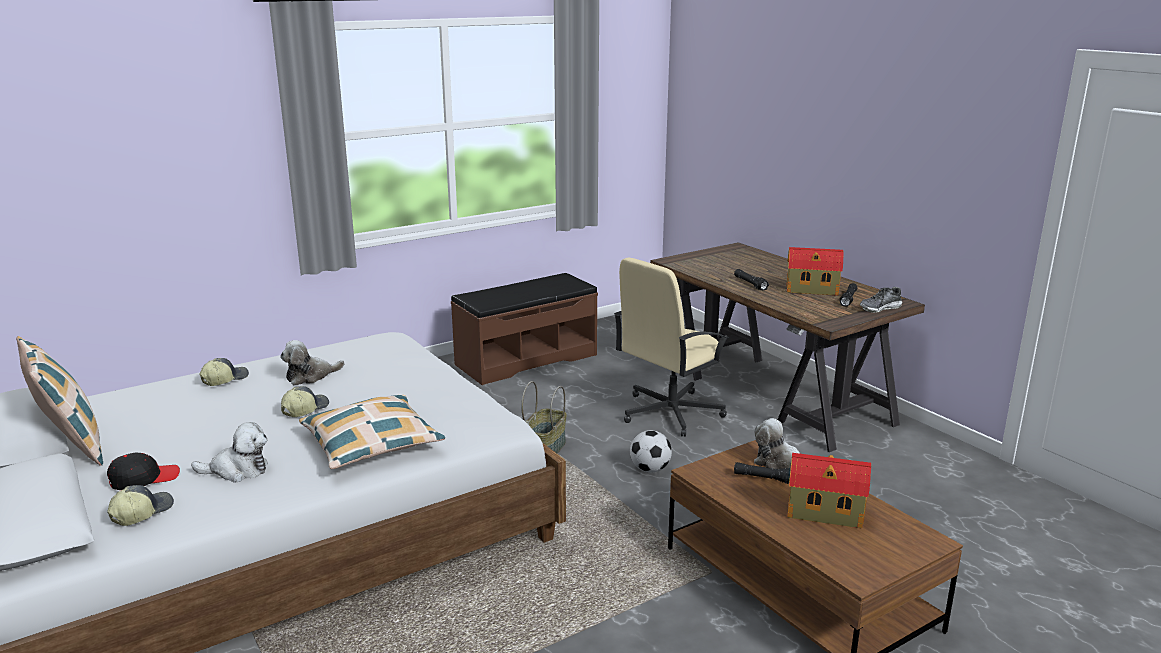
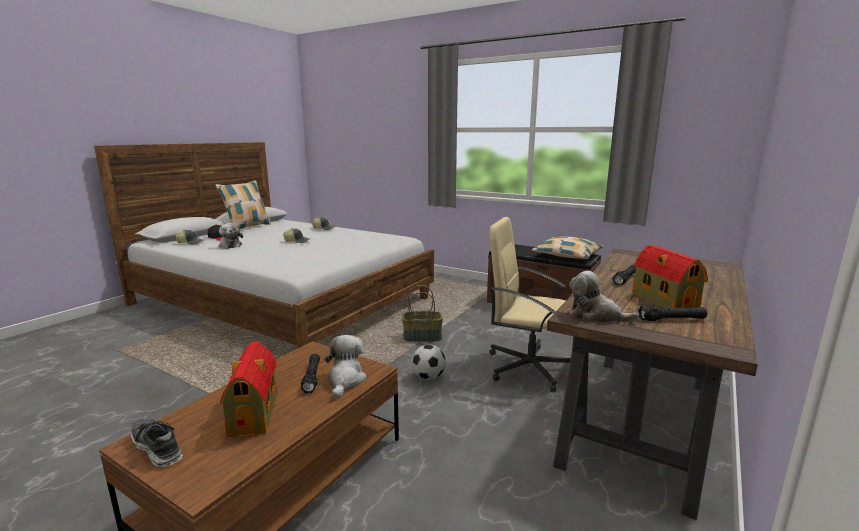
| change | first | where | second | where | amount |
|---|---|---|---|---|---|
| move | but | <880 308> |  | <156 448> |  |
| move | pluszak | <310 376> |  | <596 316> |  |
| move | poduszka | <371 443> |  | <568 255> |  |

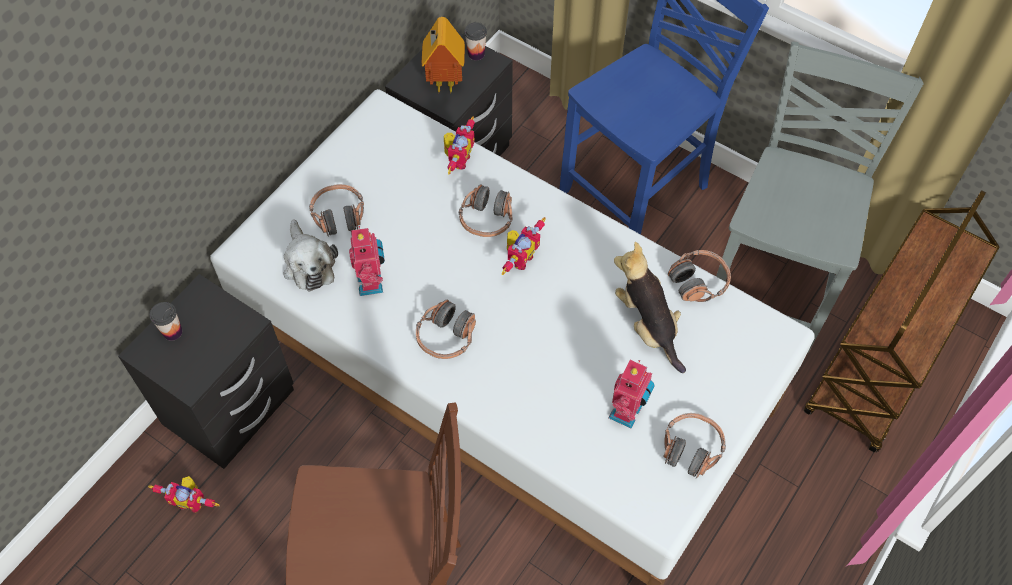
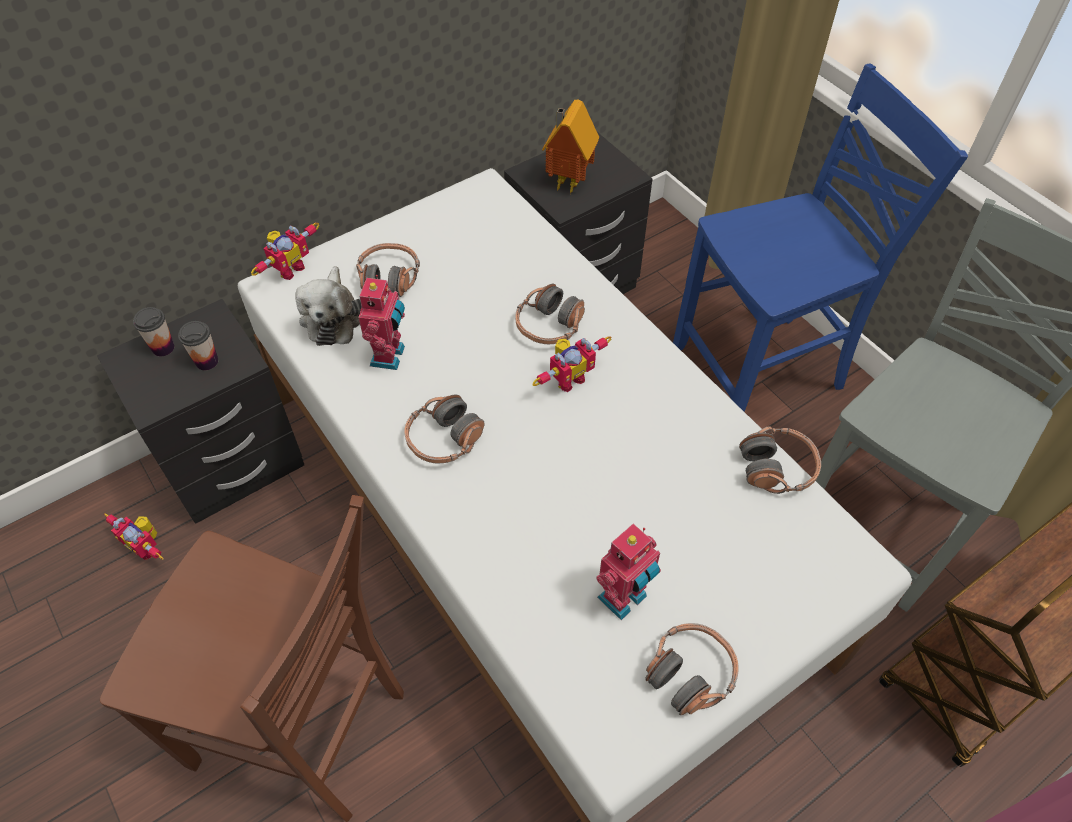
| change | first | where | second | where | amount |
|---|---|---|---|---|---|
| move | filiżanka | <476 54> |  | <207 361> |  |
| move | robot zabawkowy | <458 159> |  | <289 268> |  |
| delete | pluszak | <647 325> |  |  |  |

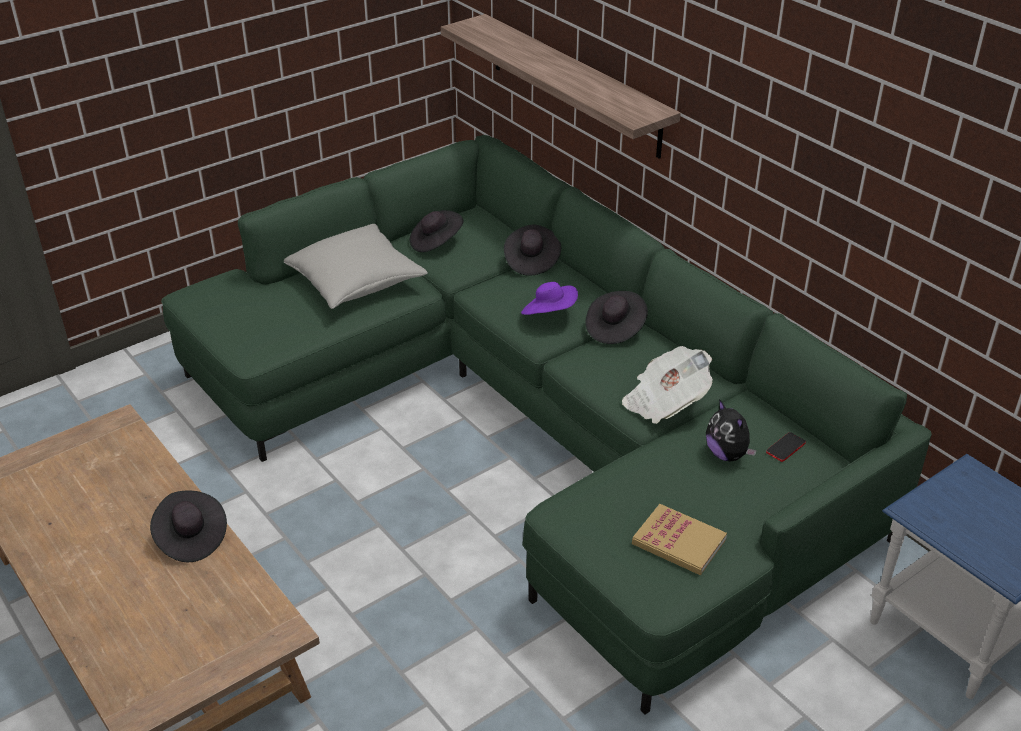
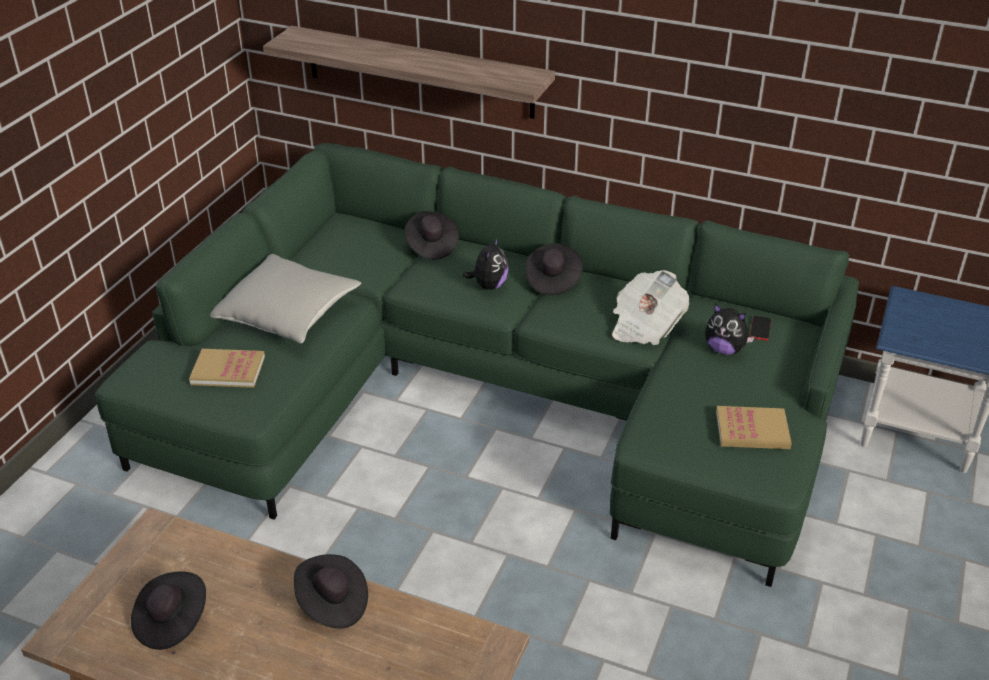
| change | first | where | second | where | amount |
|---|---|---|---|---|---|
| move | kapelusz (czarny) | <435 242> |  | <171 622> |  |
| replace | kapelusz (fioletowy) | <549 314> | pluszak | <489 285> |  |
| insert |  |  | książka | <228 370> |  |

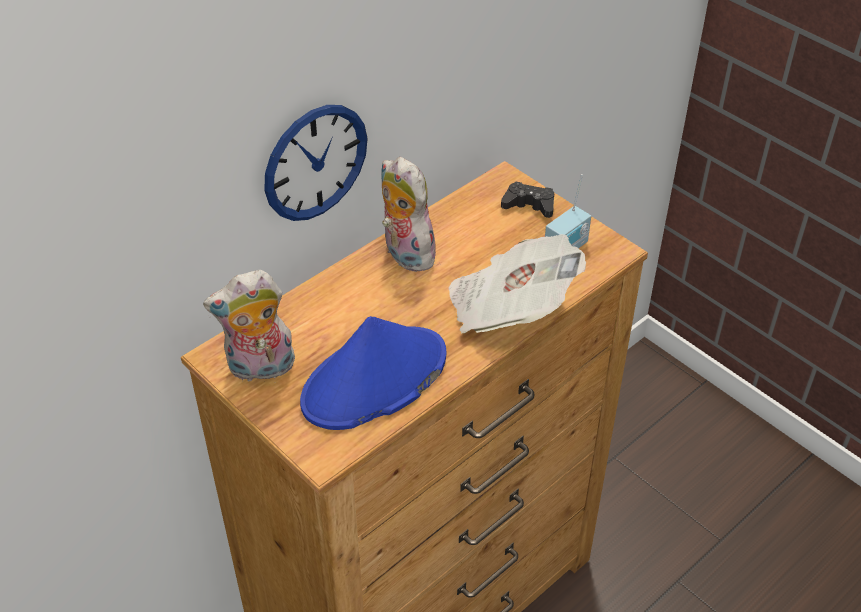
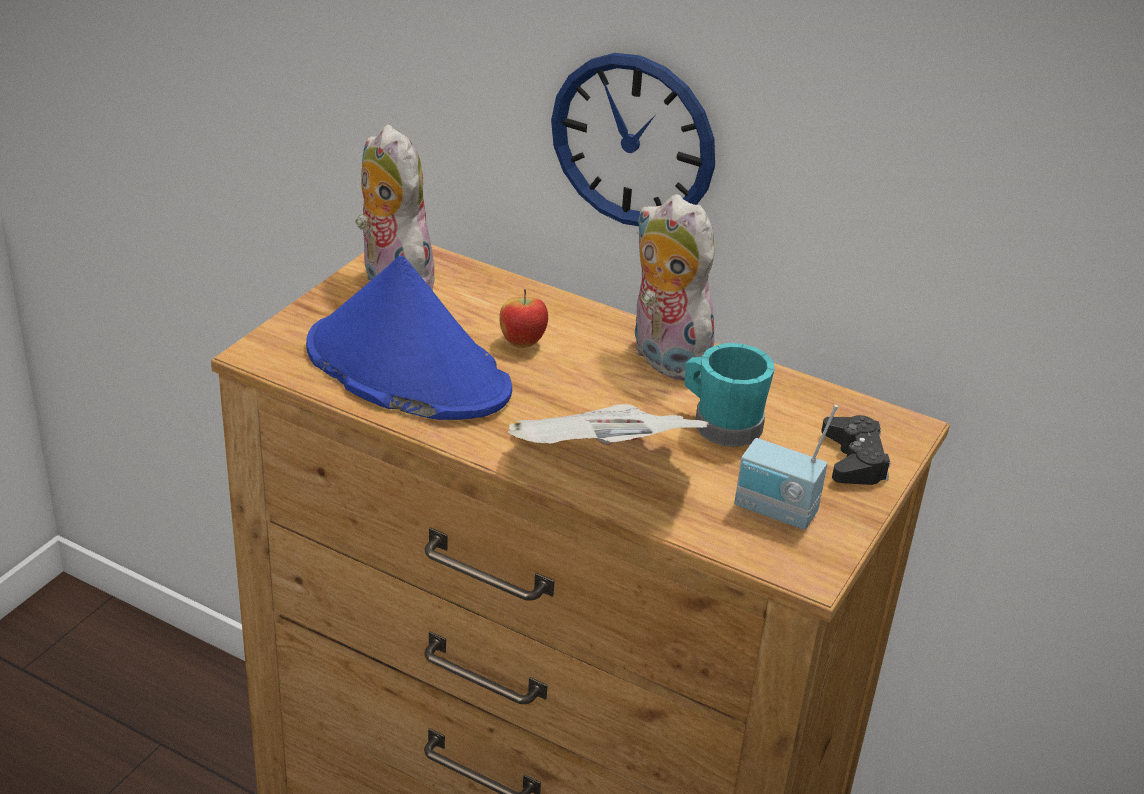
| change | first | where | second | where | amount |
|---|---|---|---|---|---|
| rotate | pluszak | <405 254> |  | <663 358> | 75 degrees counterclockwise |
| insert |  |  | jabłko | <522 343> |  |
| insert |  |  | kubek (turkusowy) | <721 424> |  |

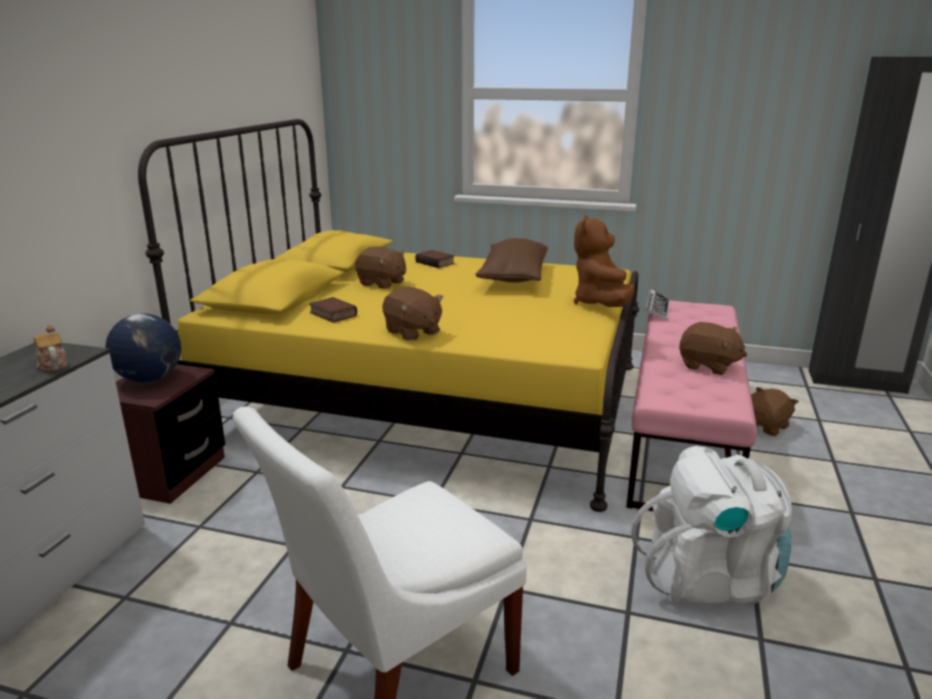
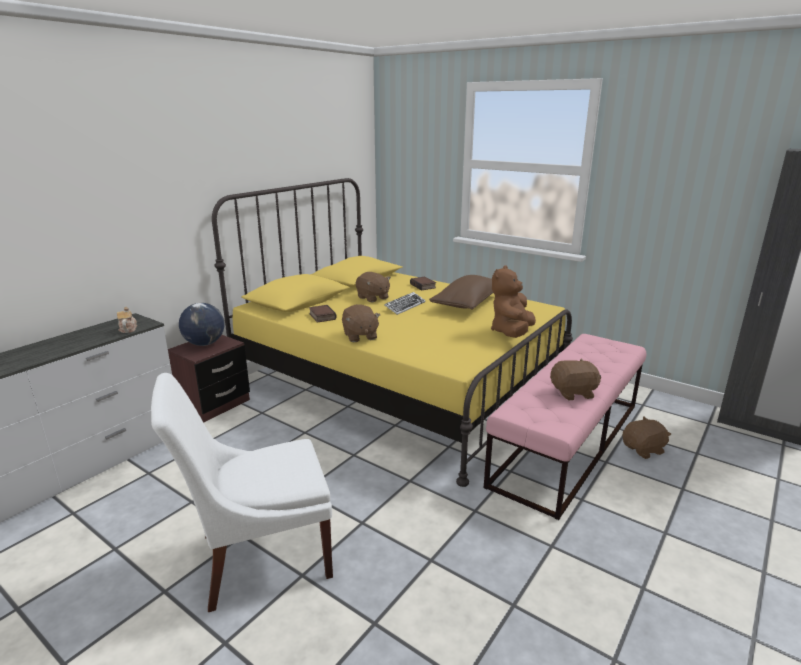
| change | first | where | second | where | amount |
|---|---|---|---|---|---|
| move | klawiatura | <657 308> |  | <405 306> |  |
| rotate | pluszak (brązowy) | <708 366> |  | <573 393> | 60 degrees counterclockwise |
| delete | plecak (biały) | <710 579> |  |  |  |

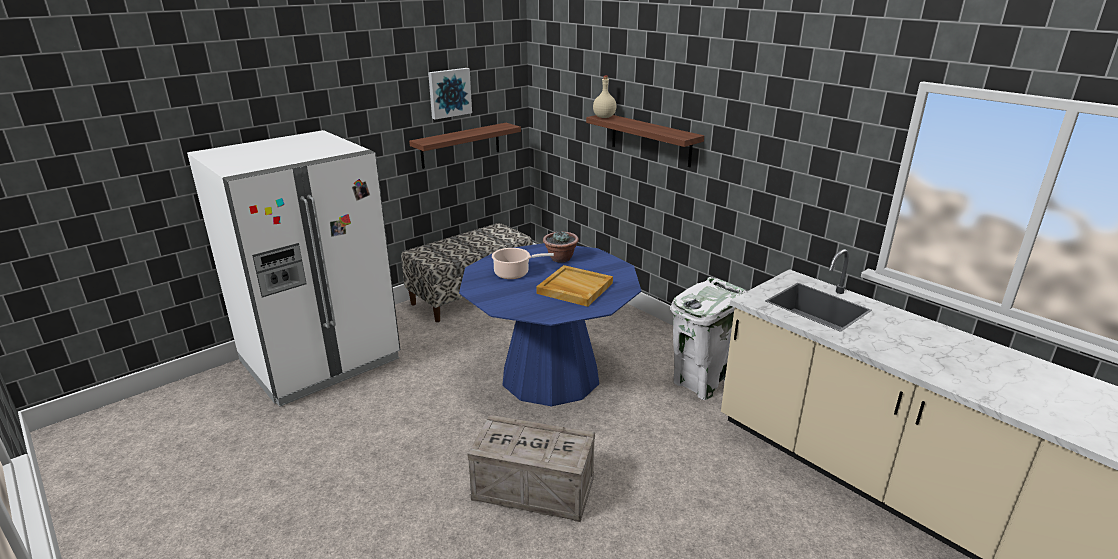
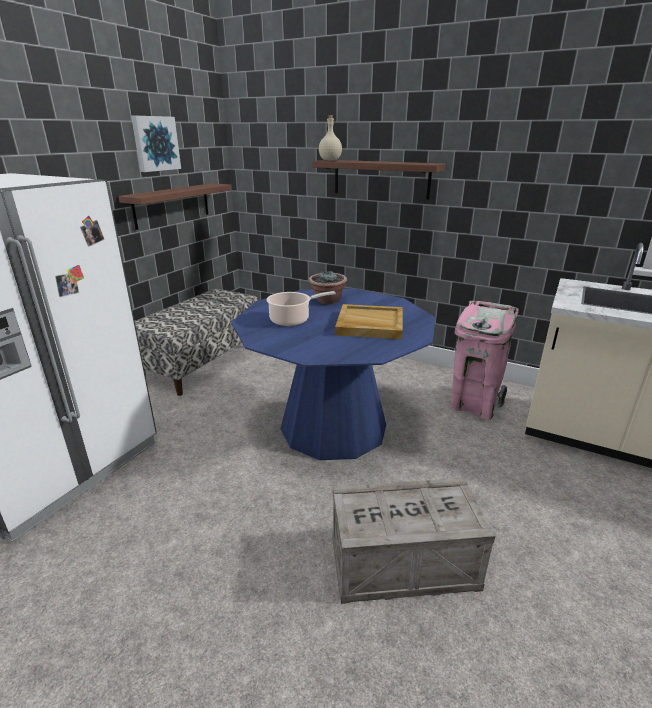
| change | first | where | second | where | amount |
|---|---|---|---|---|---|
| recolor | kosz na śmieci (biały) | <700 383> | kosz na śmieci (różowy) | <474 405> |  |

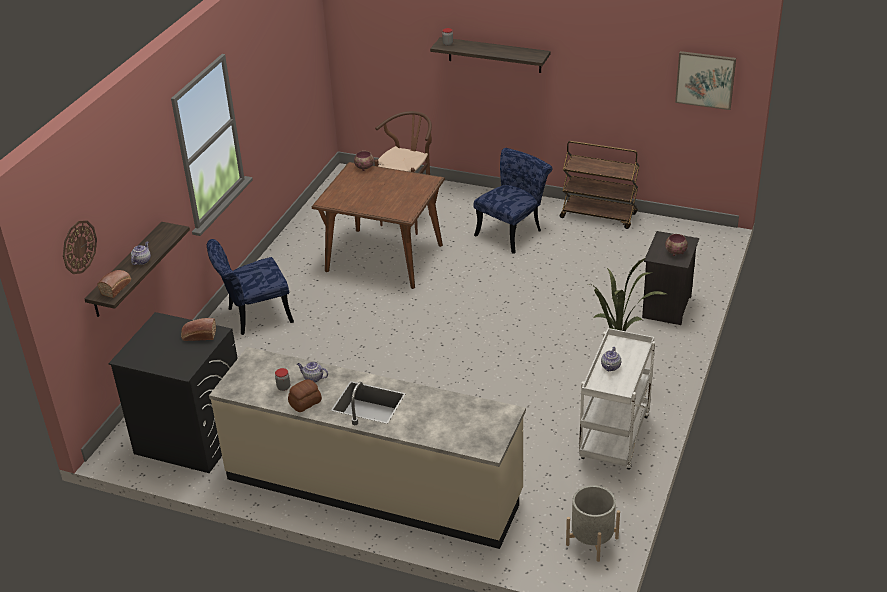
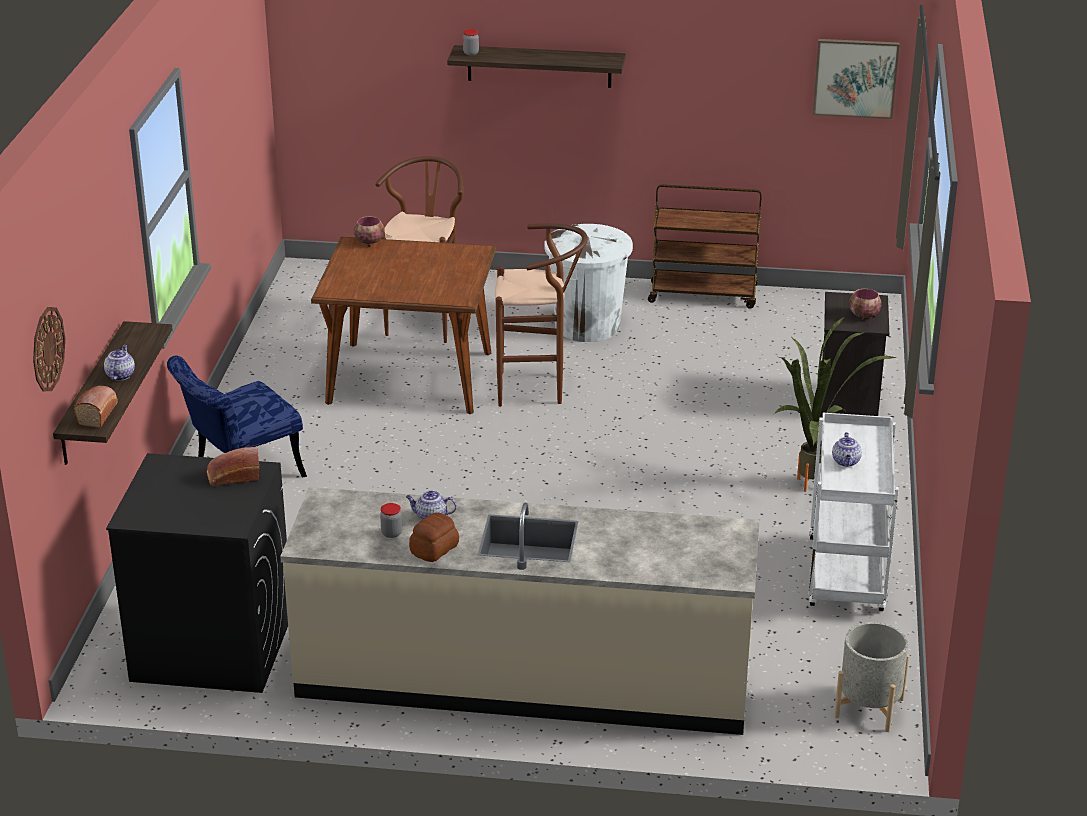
| change | first | where | second | where | amount |
|---|---|---|---|---|---|
| replace | krzesło (niebieski) | <513 231> | kosz na śmieci (biały) | <587 326> |  |
| insert |  |  | stołek (brązowy) | <538 389> |  |

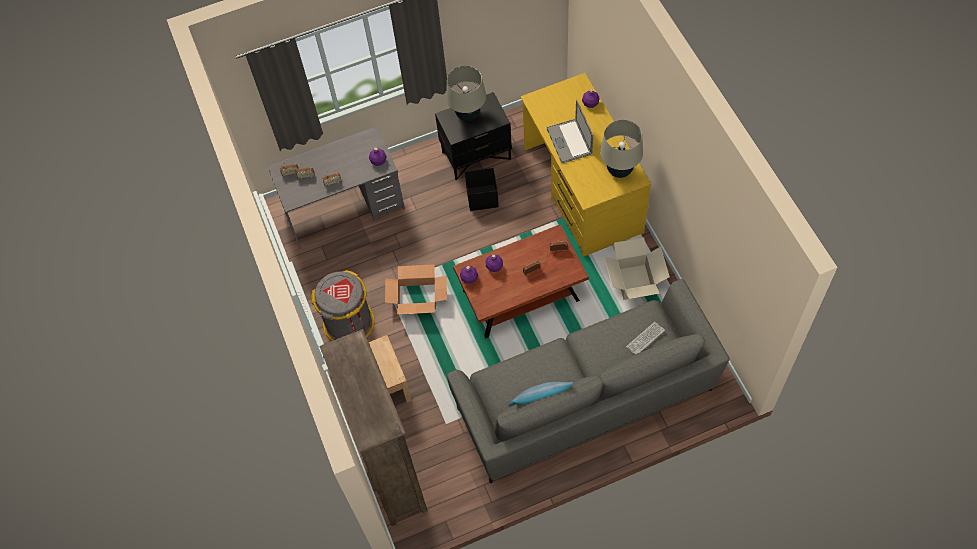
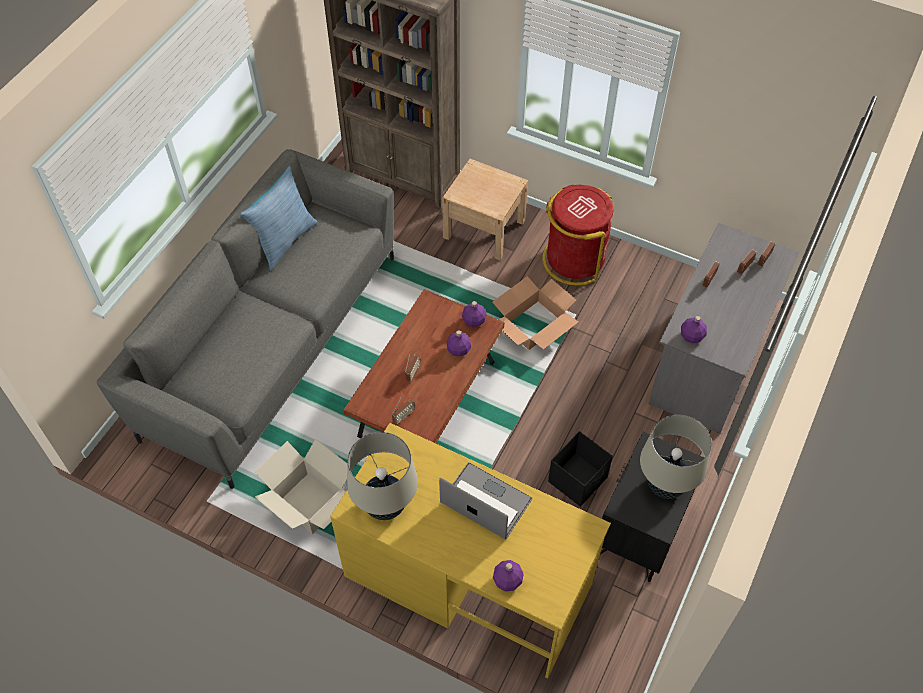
| change | first | where | second | where | amount |
|---|---|---|---|---|---|
| recolor | kosz na śmieci (szary) | <349 322> | kosz na śmieci (czerwony) | <574 260> |  |
| delete | klawiatura | <645 339> |  |  |  |

